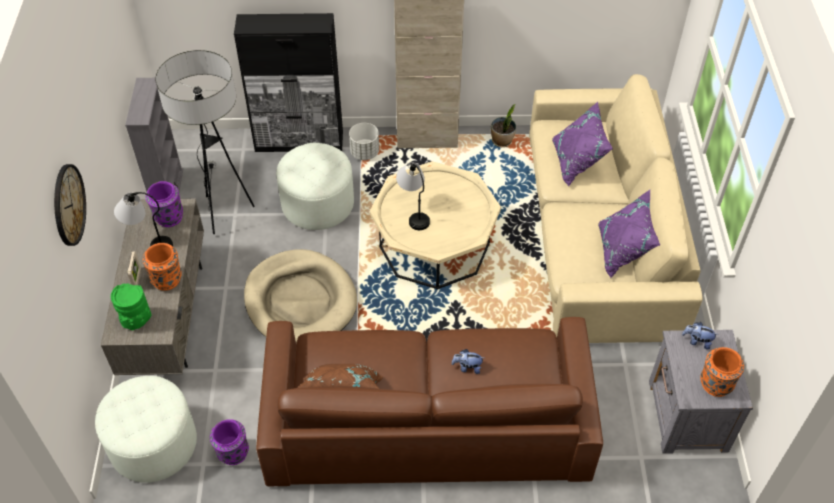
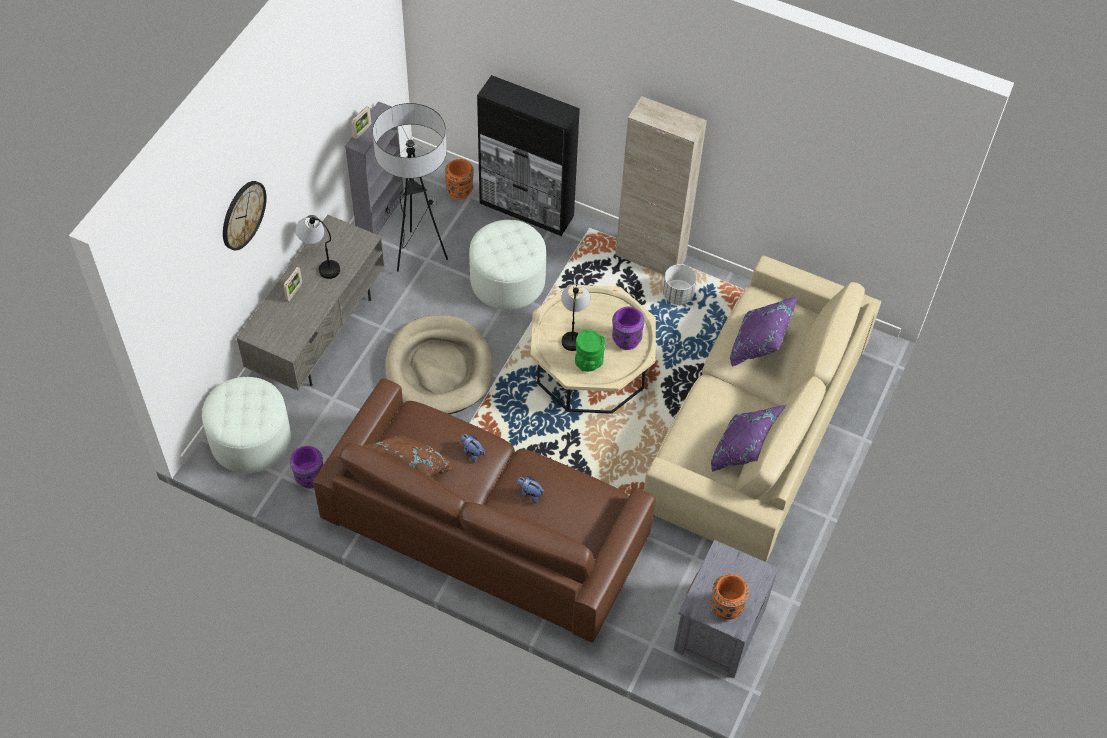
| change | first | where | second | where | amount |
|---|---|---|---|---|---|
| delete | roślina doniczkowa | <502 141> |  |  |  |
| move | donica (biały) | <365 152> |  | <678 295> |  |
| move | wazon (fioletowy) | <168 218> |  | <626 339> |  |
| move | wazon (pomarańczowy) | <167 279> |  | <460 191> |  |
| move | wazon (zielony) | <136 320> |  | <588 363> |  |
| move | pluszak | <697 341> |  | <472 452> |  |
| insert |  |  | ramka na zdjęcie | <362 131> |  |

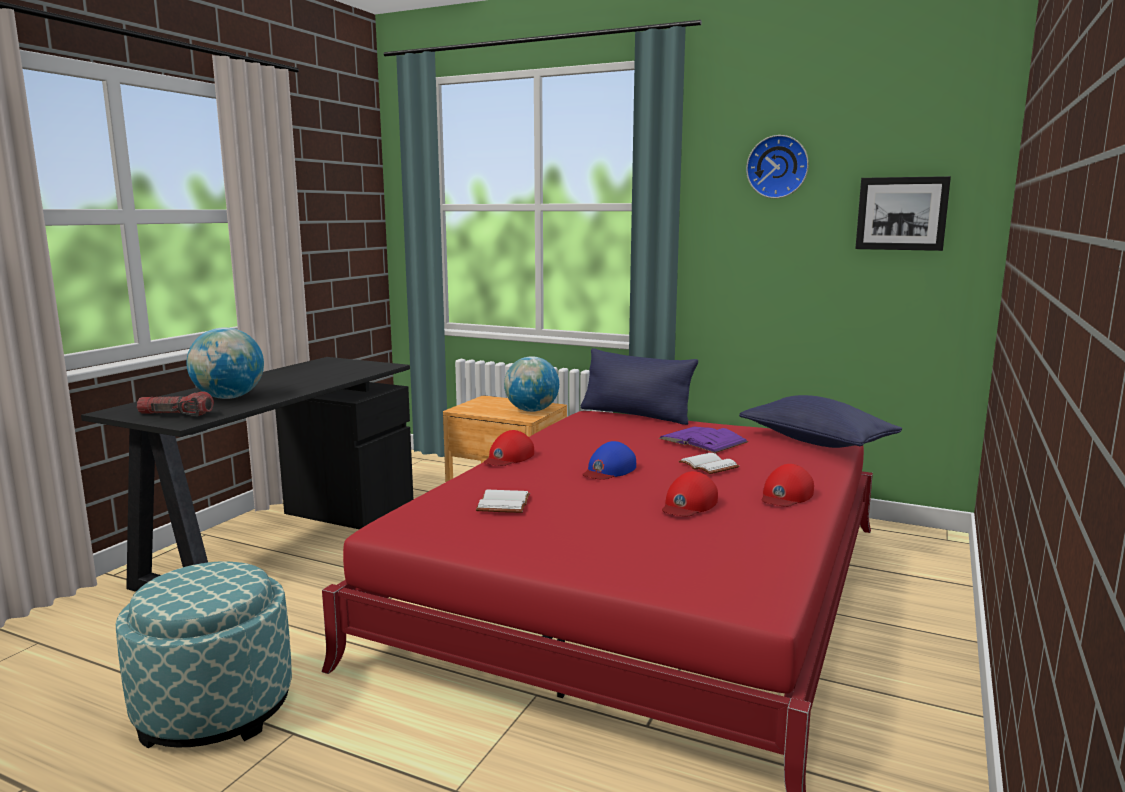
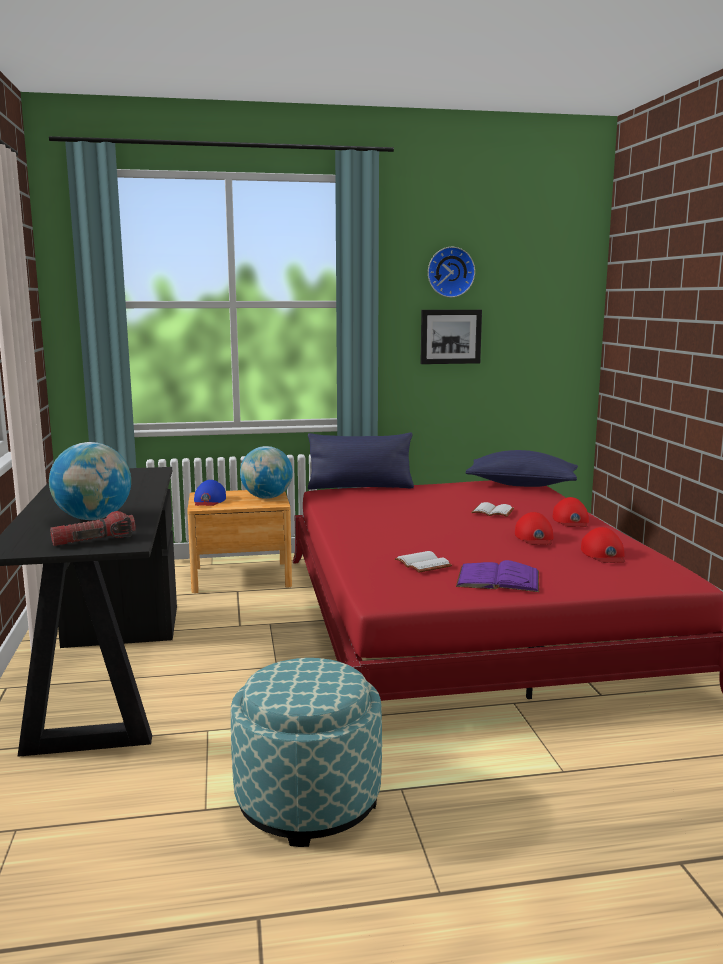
| change | first | where | second | where | amount |
|---|---|---|---|---|---|
| move | obraz | <901 213> |  | <450 336> |  |
| move | książka (fioletowy) | <703 440> |  | <498 579> |  |
| move | czapka z daszkiem (czerwony) | <508 457> |  | <604 554> |  |
| move | czapka z daszkiem (niebieski) | <609 470> |  | <209 500> |  |

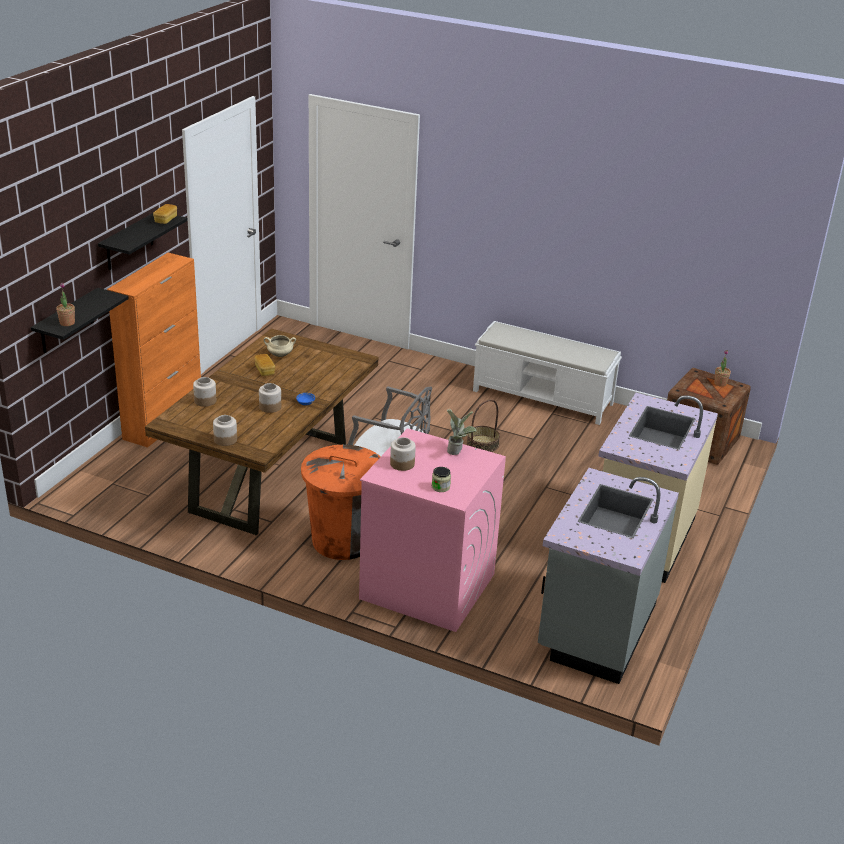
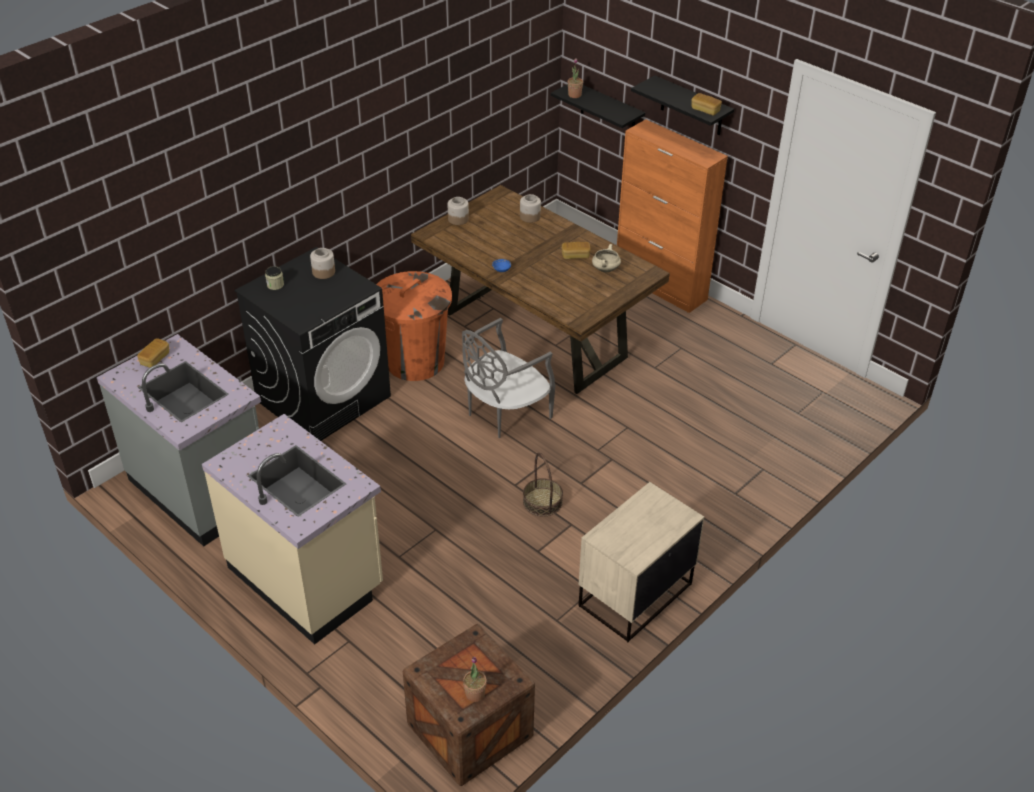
| change | first | where | second | where | amount |
|---|---|---|---|---|---|
| replace | ławka (biały) | <543 397> | szafka nocna (beżowy) | <634 595> |  |
| delete | słoik | <270 407> |  |  |  |
| delete | roślina doniczkowa | <458 451> |  |  |  |
| recolor | pralka (różowy) | <426 586> | pralka (czarny) | <324 398> |  |
| insert |  |  | chleb | <155 359> |  |

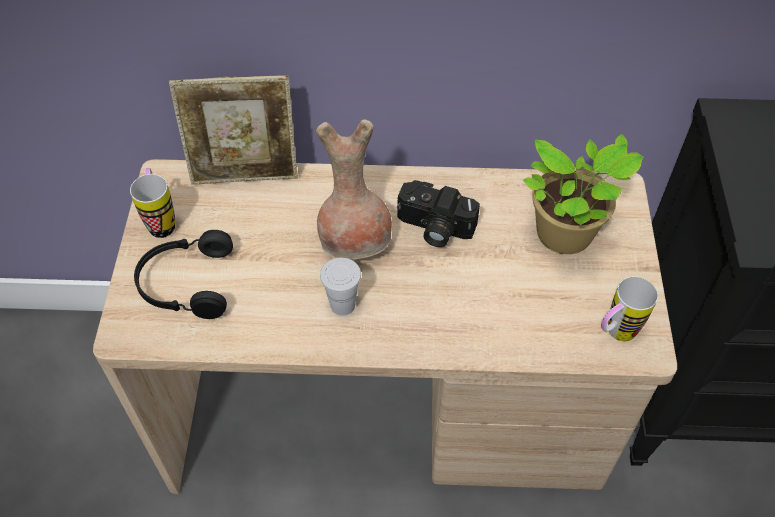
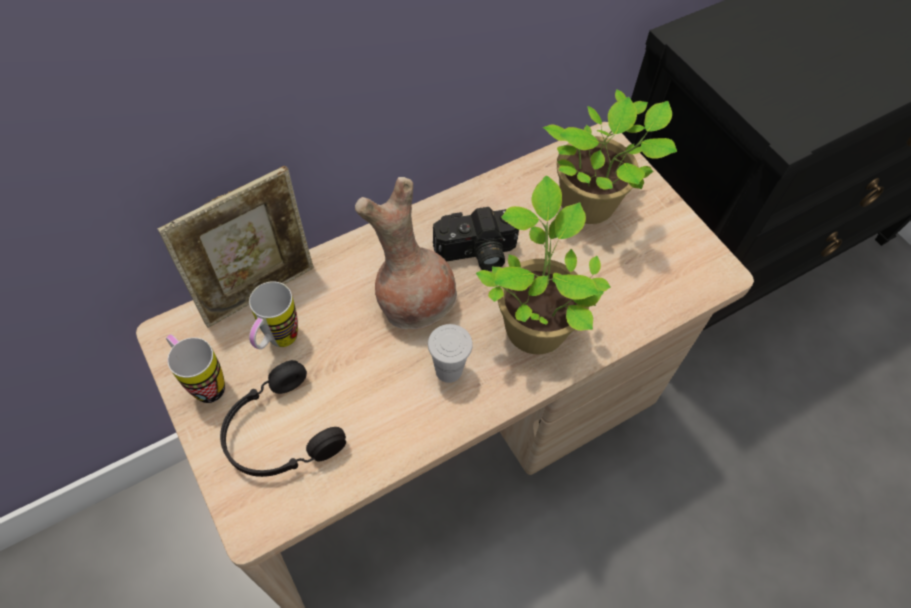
| change | first | where | second | where | amount |
|---|---|---|---|---|---|
| move | kubek | <614 334> |  | <278 343> |  |
| insert |  |  | roślina doniczkowa | <534 323> |  |

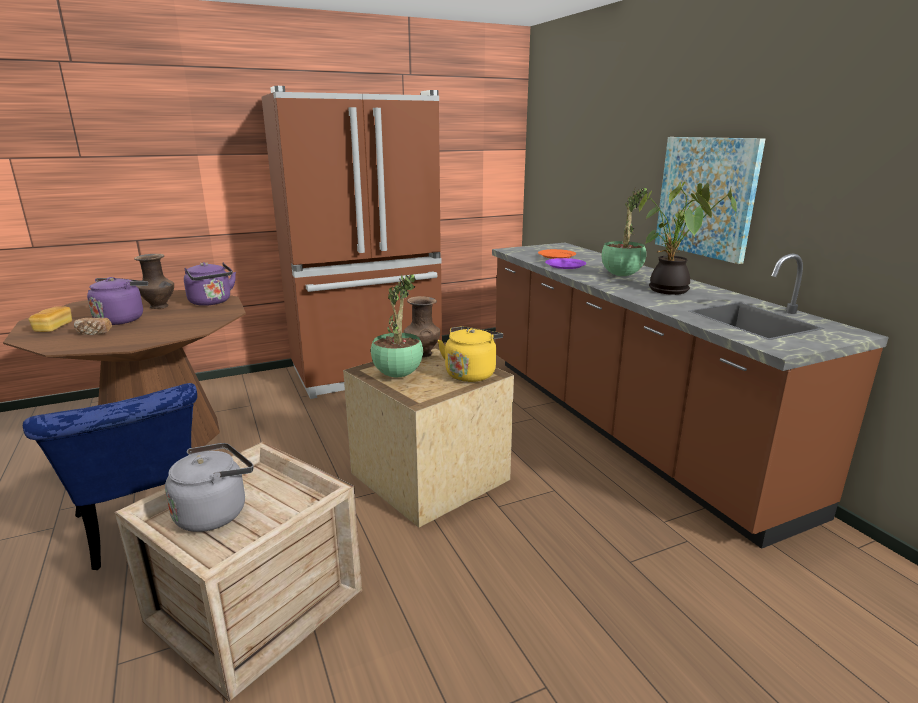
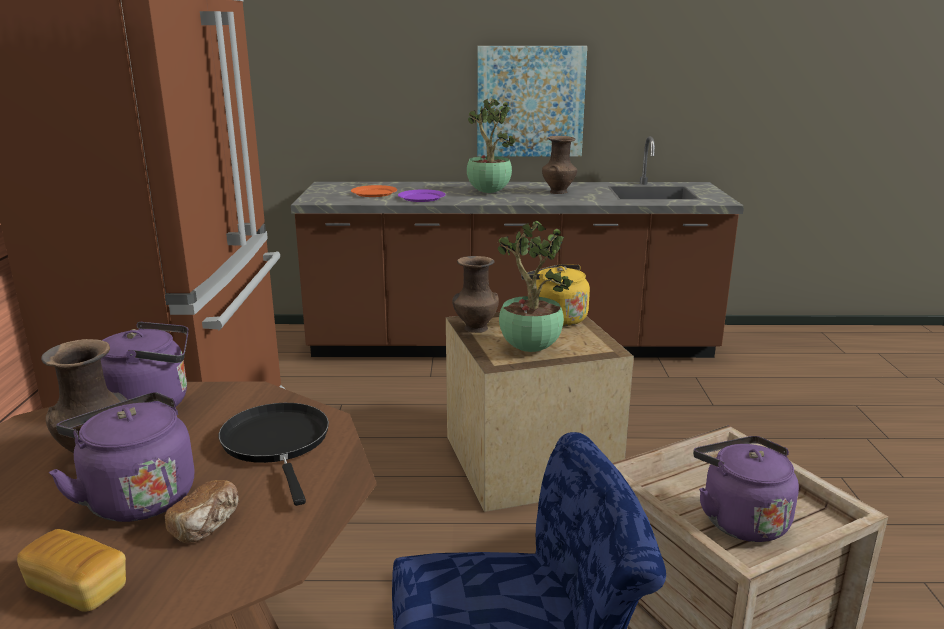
| change | first | where | second | where | amount |
|---|---|---|---|---|---|
| replace | roślina doniczkowa | <670 291> | wazon (brązowy) | <558 192> |  |
| recolor | czajnik (szary) | <215 512> | czajnik (fioletowy) | <740 519> |  |
| insert |  |  | patelnia (czarny) | <277 443> |  |

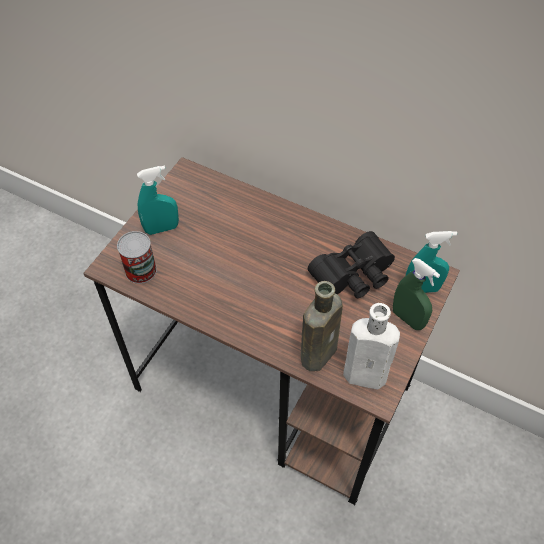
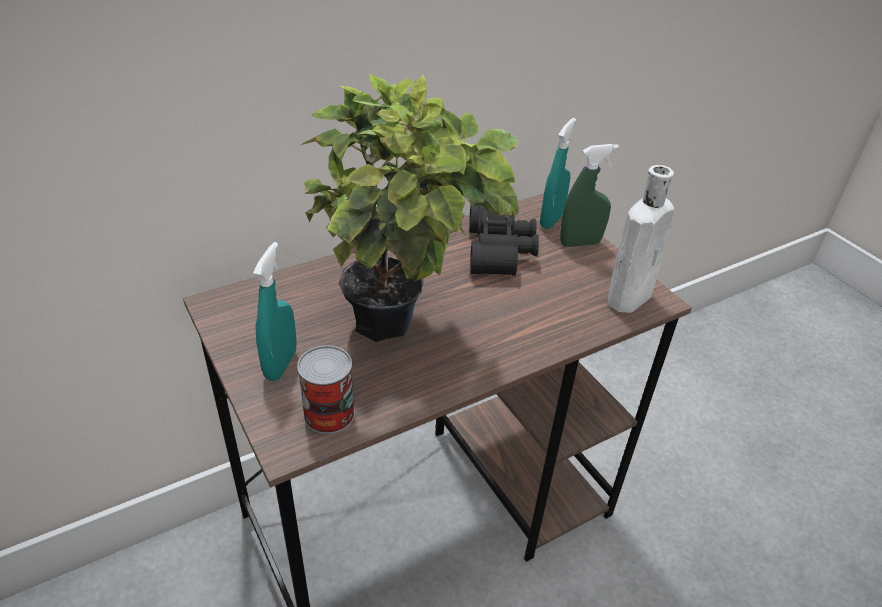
| change | first | where | second | where | amount |
|---|---|---|---|---|---|
| delete | butelka (brązowy) | <320 351> |  |  |  |
| insert |  |  | roślina doniczkowa | <400 327> |  |

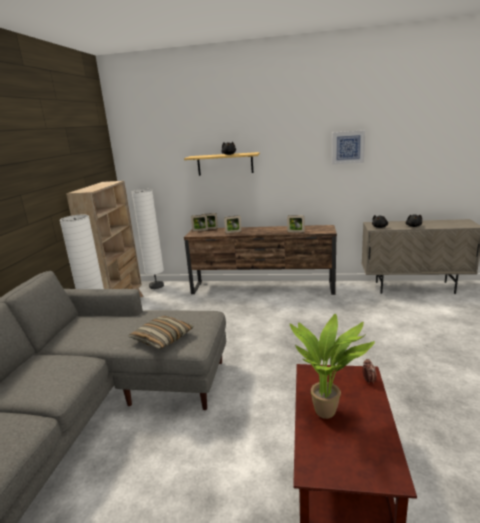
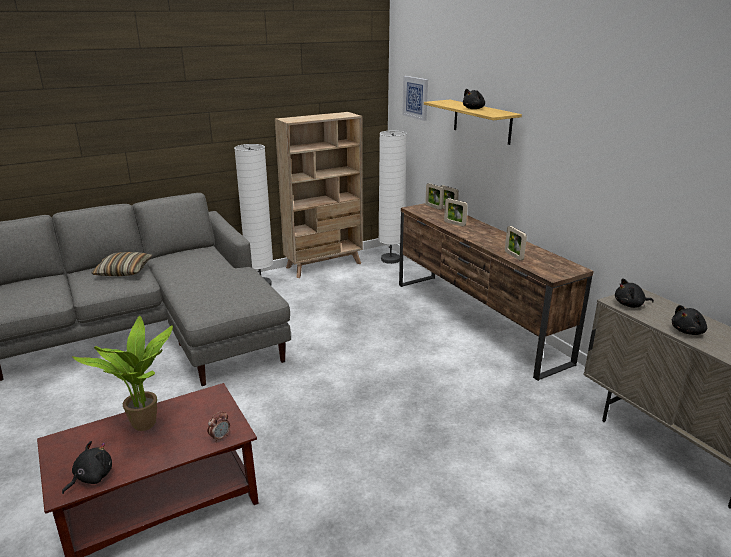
| change | first | where | second | where | amount |
|---|---|---|---|---|---|
| move | obraz | <348 147> |  | <416 97> |  |
| move | poduszka | <162 338> |  | <124 271> |  |
| insert |  |  | pluszak (czarny) | <91 477> |  |

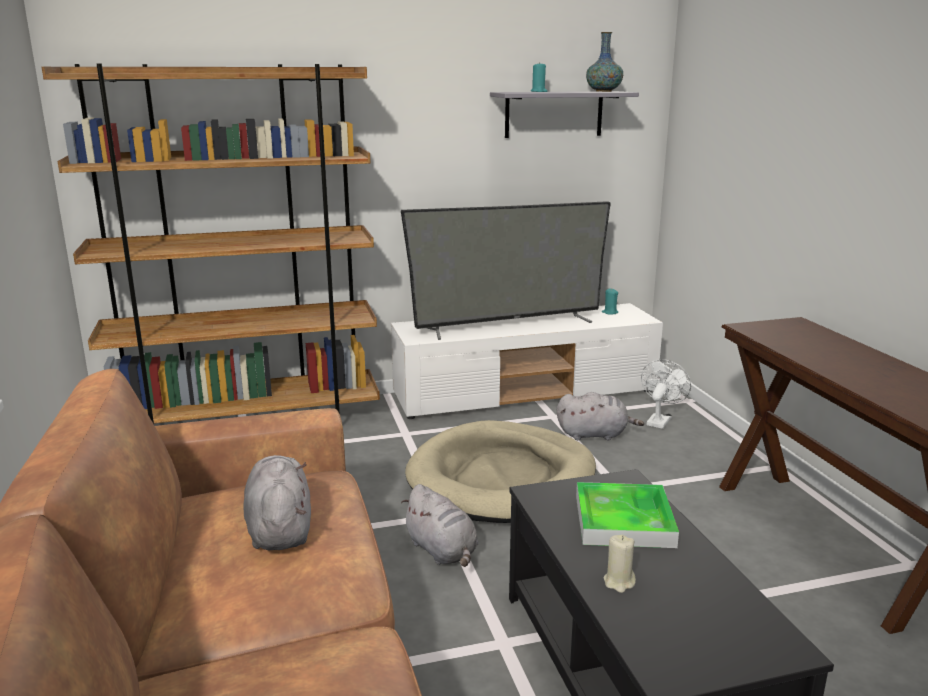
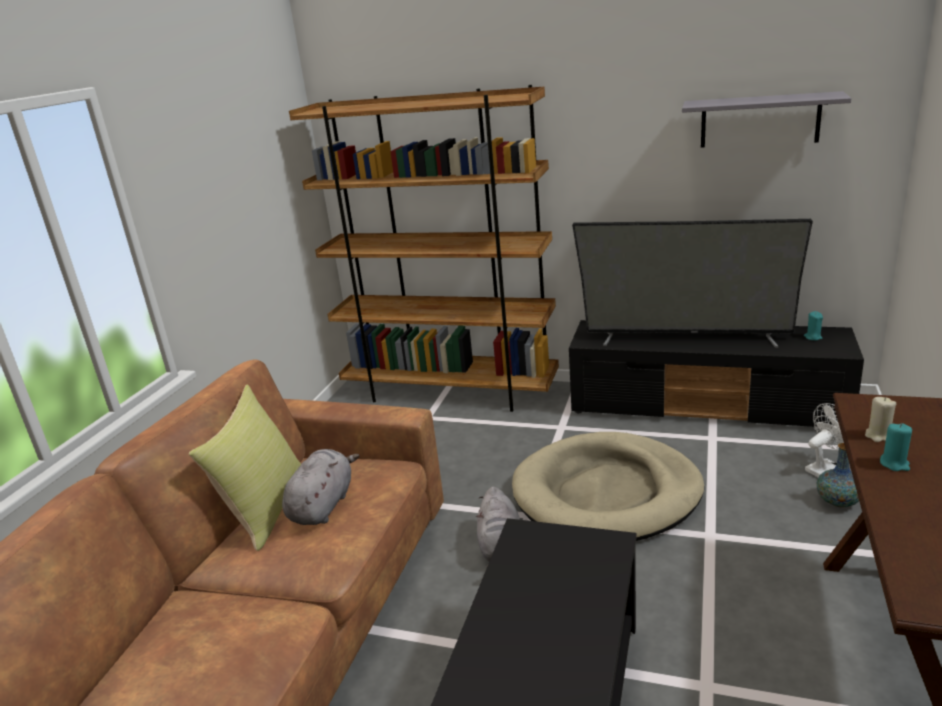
| change | first | where | second | where | amount |
|---|---|---|---|---|---|
| move | wazon | <603 91> |  | <838 501> |  |
| move | świeca (turkusowy) | <538 92> |  | <894 464> |  |
| recolor | szafka pod telewizor (biały) | <526 393> | szafka pod telewizor (czarny) | <707 406> |  |
| delete | pluszak (szary) | <594 435> |  |  |  |
| delete | taca | <623 521> |  |  |  |
| move | świeca (beżowy) | <619 582> |  | <879 435> |  |
| insert |  |  | poduszka (żółty) | <266 508> |  |

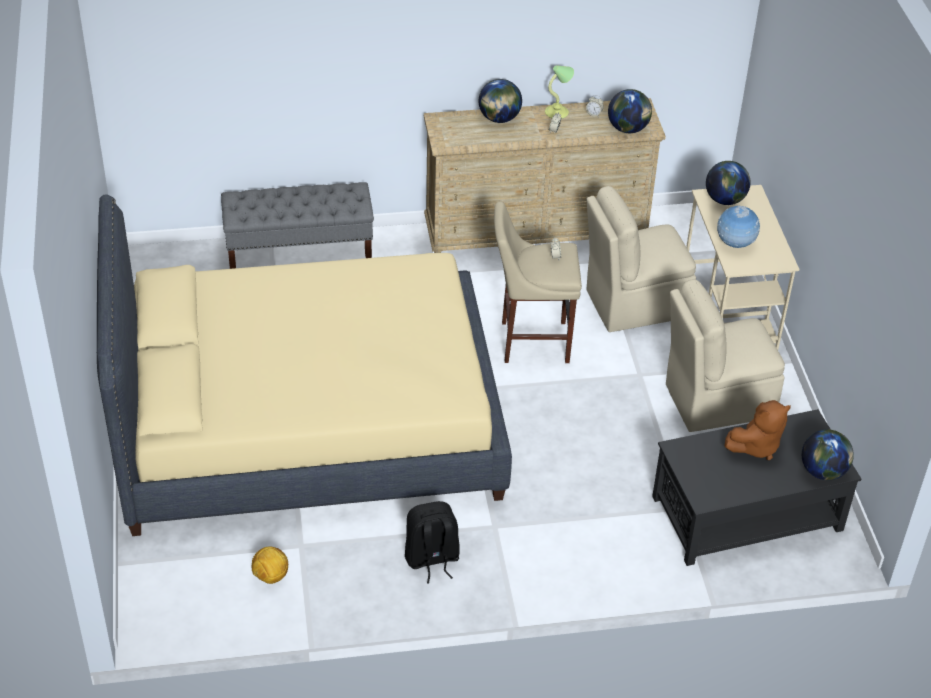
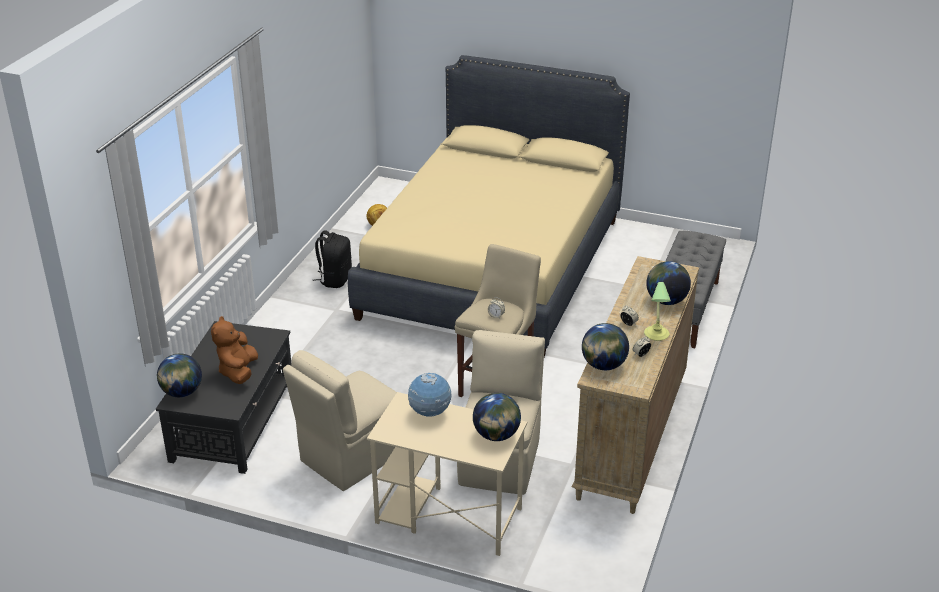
| change | first | where | second | where | amount |
|---|---|---|---|---|---|
| rotate | krzesło (beżowy) | <716 401> |  | <351 457> | 150 degrees counterclockwise |

